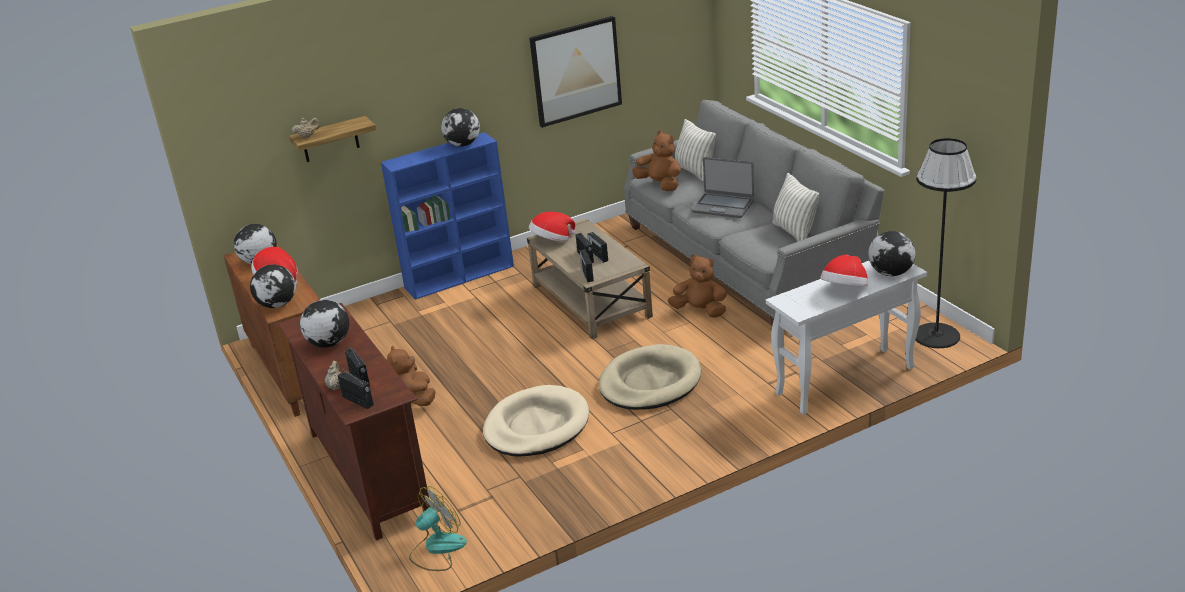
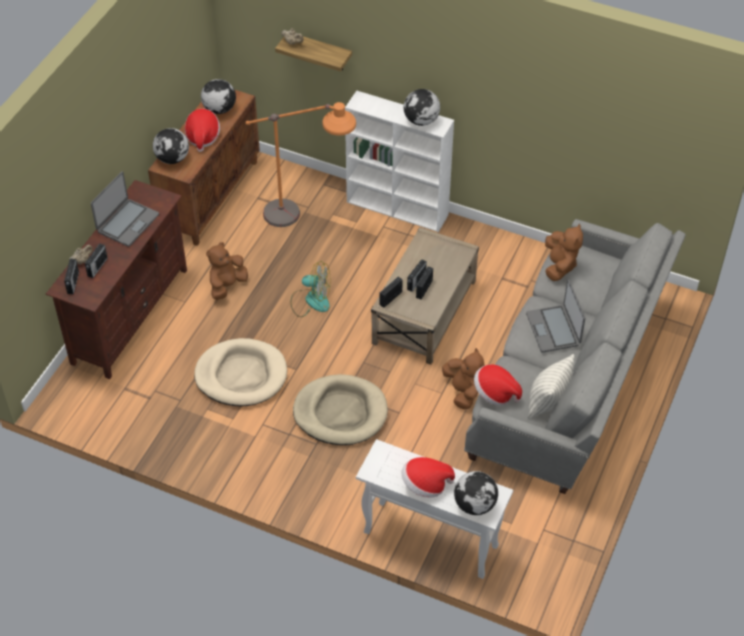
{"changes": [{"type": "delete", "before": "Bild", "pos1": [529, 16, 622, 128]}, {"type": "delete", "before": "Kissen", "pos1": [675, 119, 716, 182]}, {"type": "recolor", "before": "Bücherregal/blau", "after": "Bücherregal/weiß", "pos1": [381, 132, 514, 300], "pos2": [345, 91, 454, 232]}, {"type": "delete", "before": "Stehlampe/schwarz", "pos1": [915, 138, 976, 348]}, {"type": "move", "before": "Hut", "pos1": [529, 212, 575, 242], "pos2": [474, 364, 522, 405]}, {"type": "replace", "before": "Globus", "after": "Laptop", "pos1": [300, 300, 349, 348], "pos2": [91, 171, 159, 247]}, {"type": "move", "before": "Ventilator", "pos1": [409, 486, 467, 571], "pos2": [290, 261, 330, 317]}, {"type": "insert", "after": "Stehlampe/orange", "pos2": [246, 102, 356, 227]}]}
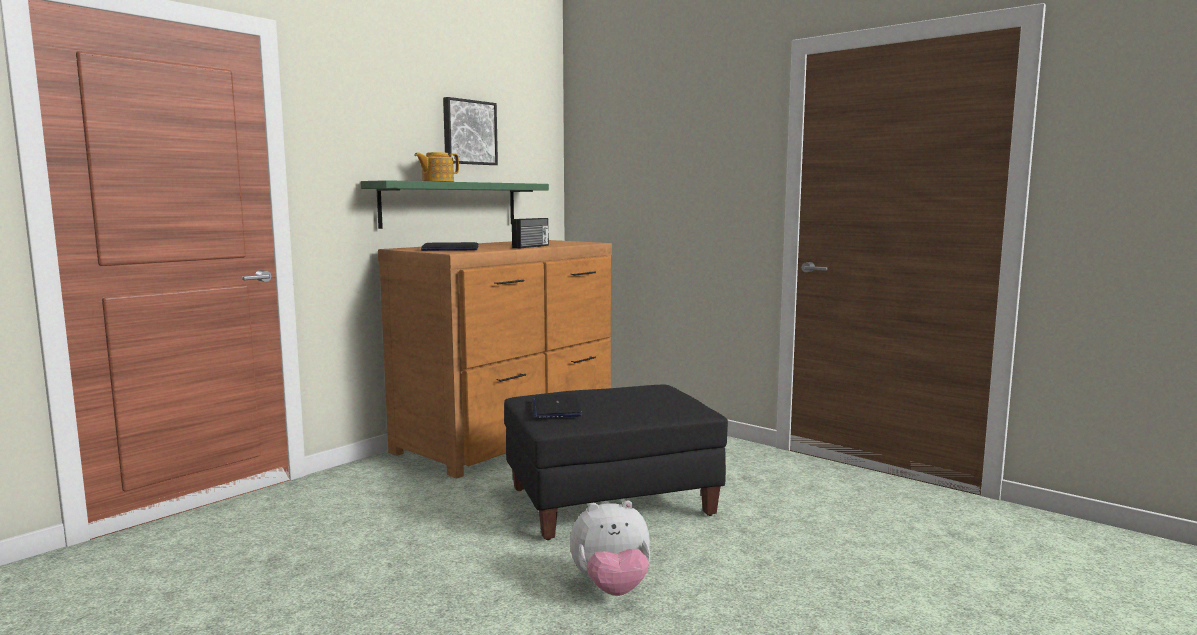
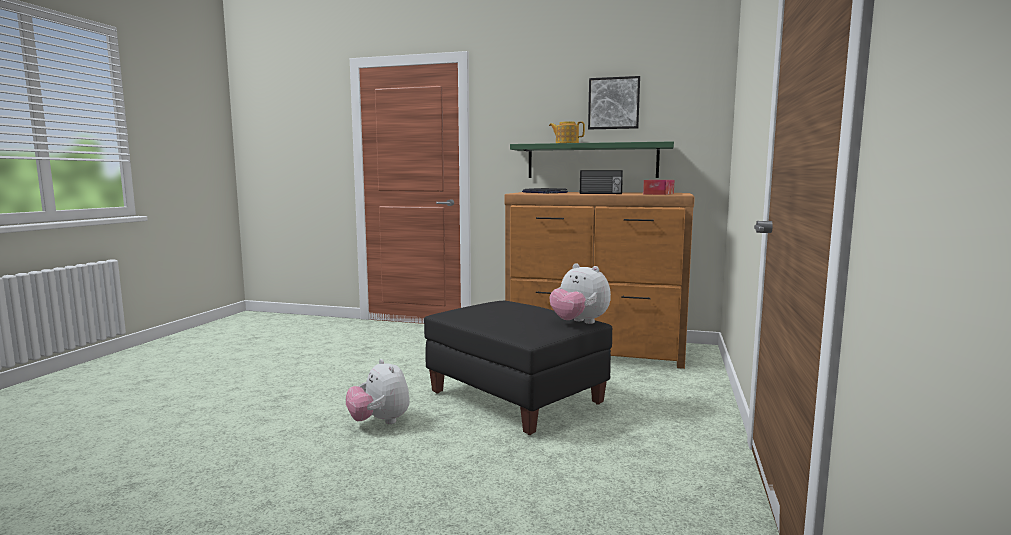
{"changes": [{"type": "delete", "before": "Laptop", "pos1": [532, 394, 583, 418]}, {"type": "insert", "after": "Taschentuchbox", "pos2": [643, 180, 674, 195]}, {"type": "insert", "after": "Plüschtier", "pos2": [550, 263, 611, 324]}]}
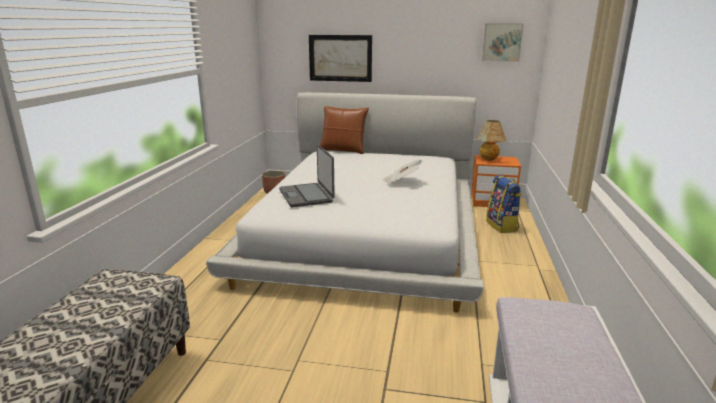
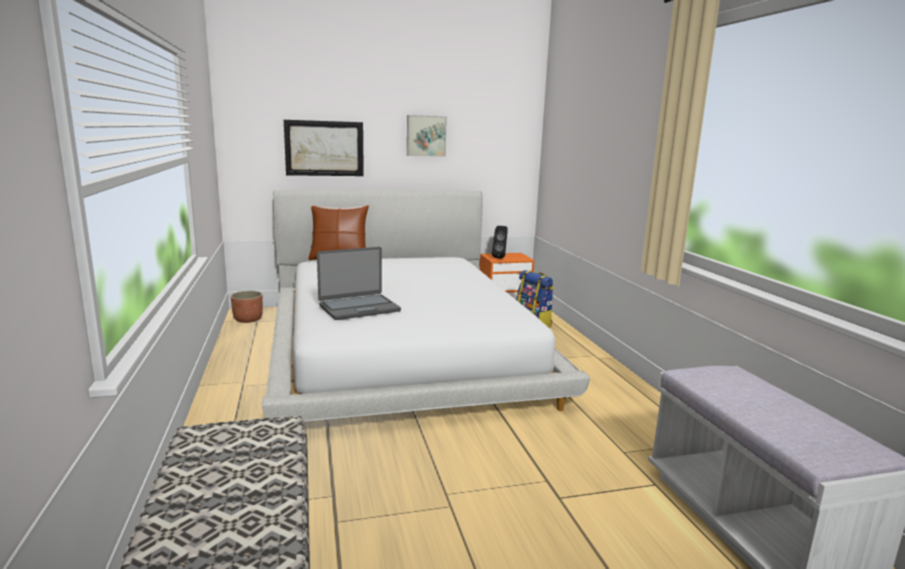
{"changes": [{"type": "move", "before": "Bild", "pos1": [482, 23, 524, 62], "pos2": [407, 115, 447, 157]}, {"type": "replace", "before": "Tischlampe", "after": "Lautsprecher/schwarz", "pos1": [477, 120, 506, 161], "pos2": [492, 226, 508, 258]}, {"type": "rotate", "before": "Laptop", "pos1": [279, 144, 335, 207], "pos2": [317, 247, 401, 320], "turn": -75}, {"type": "delete", "before": "Zeitung", "pos1": [382, 160, 423, 184]}]}
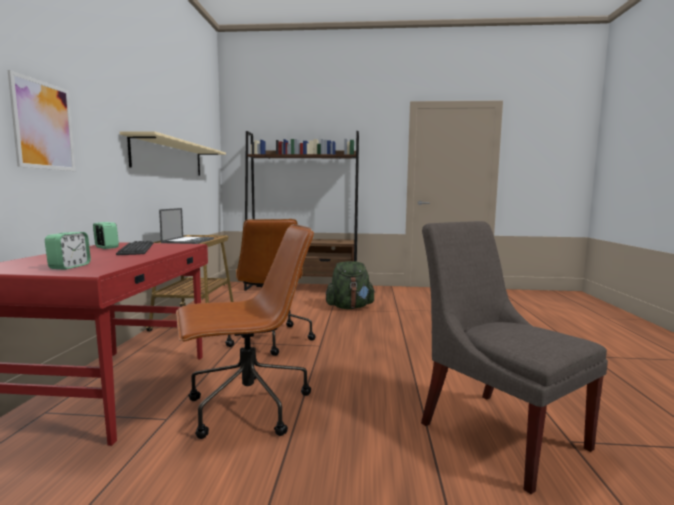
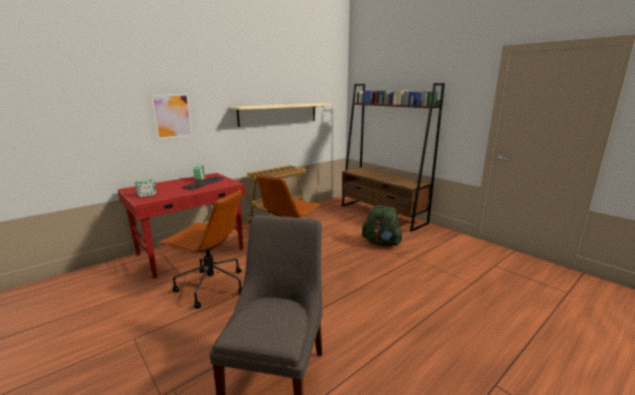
{"changes": [{"type": "delete", "before": "Laptop", "pos1": [159, 208, 214, 244]}]}
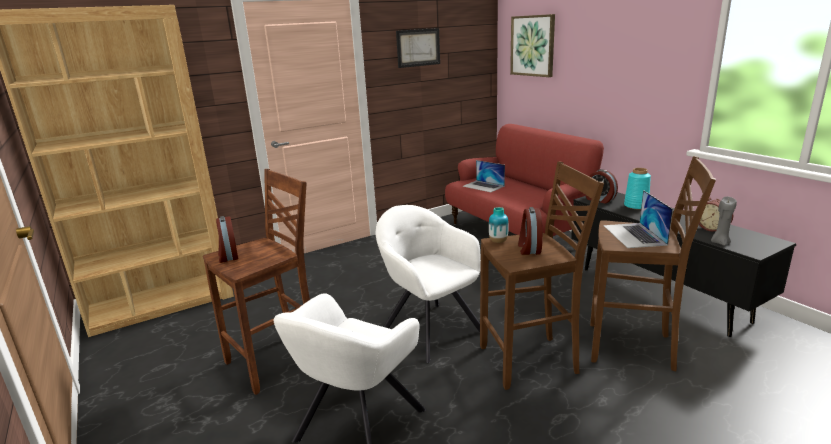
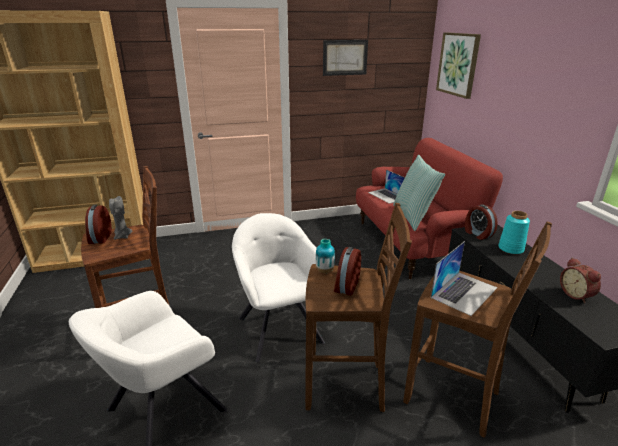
{"changes": [{"type": "rotate", "before": "Laptop", "pos1": [603, 190, 673, 248], "pos2": [431, 241, 497, 316], "turn": -150}, {"type": "move", "before": "Kerze/grau", "pos1": [711, 196, 737, 246], "pos2": [109, 196, 132, 240]}, {"type": "insert", "after": "Kissen", "pos2": [393, 155, 445, 231]}]}
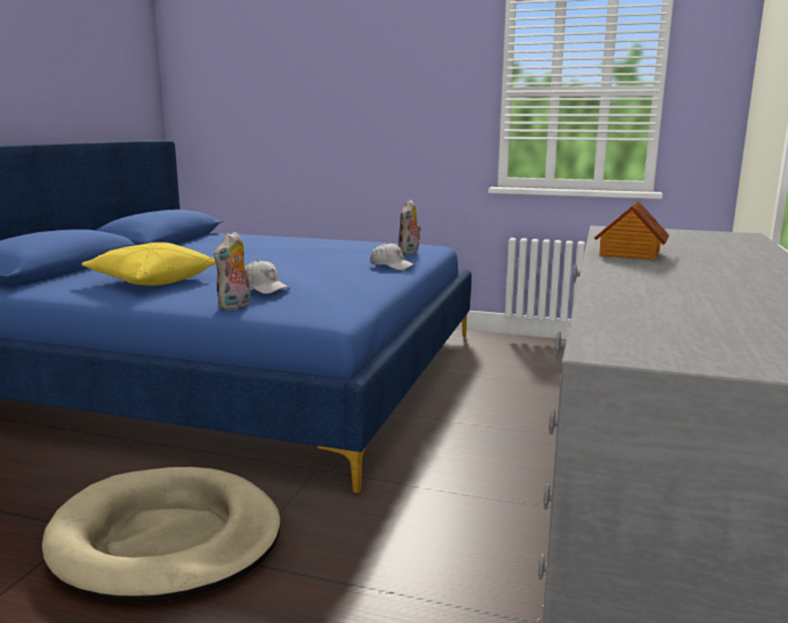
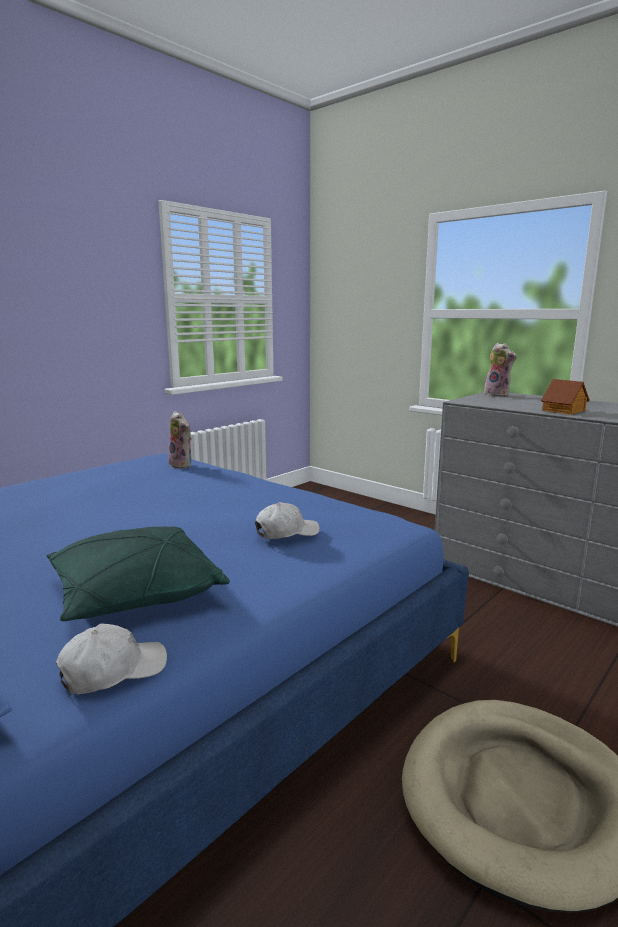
{"changes": [{"type": "move", "before": "Plüschtier", "pos1": [214, 232, 251, 310], "pos2": [484, 343, 517, 397]}, {"type": "recolor", "before": "Kissen/gelb", "after": "Kissen/grün", "pos1": [82, 242, 216, 286], "pos2": [46, 527, 230, 621]}, {"type": "move", "before": "Kappe/weiß", "pos1": [370, 243, 415, 270], "pos2": [56, 623, 167, 694]}]}
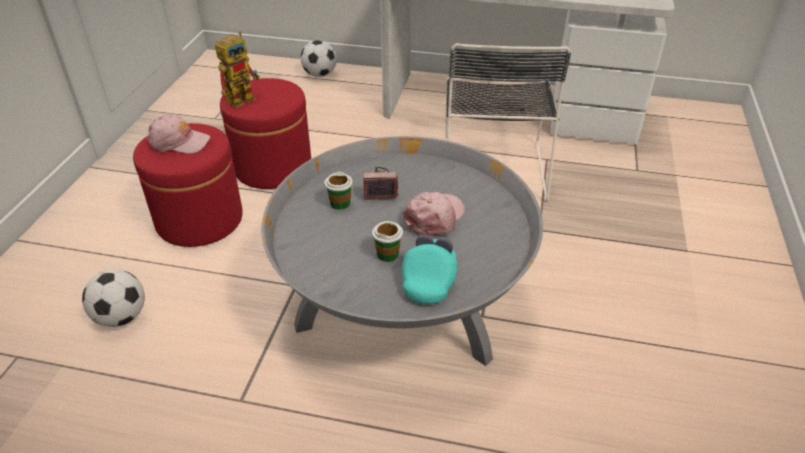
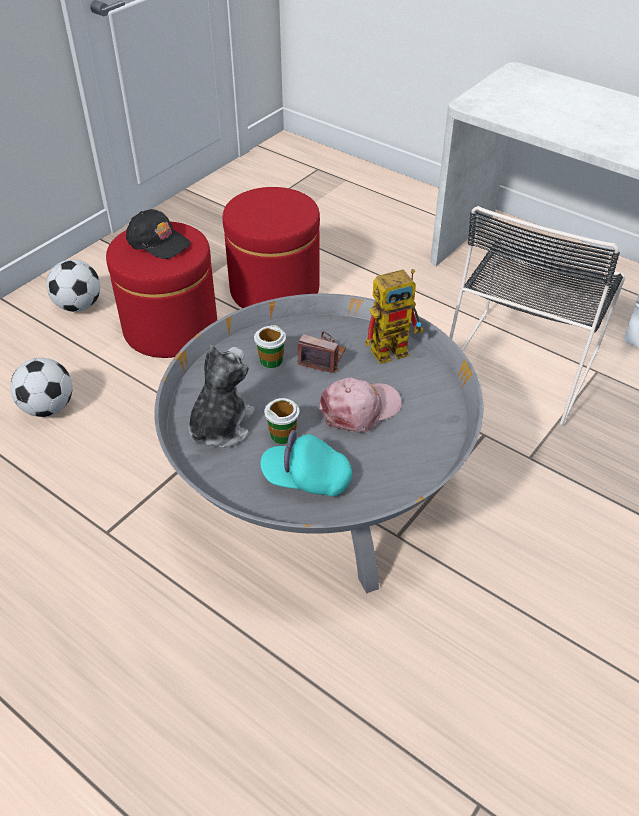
{"changes": [{"type": "move", "before": "Spielzeugroboter", "pos1": [215, 31, 260, 108], "pos2": [365, 269, 424, 364]}, {"type": "move", "before": "Fußball", "pos1": [300, 40, 337, 77], "pos2": [46, 259, 100, 312]}, {"type": "recolor", "before": "Kappe/rosa", "after": "Kappe/schwarz", "pos1": [146, 115, 210, 154], "pos2": [126, 209, 191, 259]}, {"type": "rotate", "before": "Kappe/türkis", "pos1": [402, 235, 457, 304], "pos2": [261, 430, 352, 497], "turn": -120}, {"type": "insert", "after": "Plüschtier", "pos2": [188, 345, 255, 448]}]}
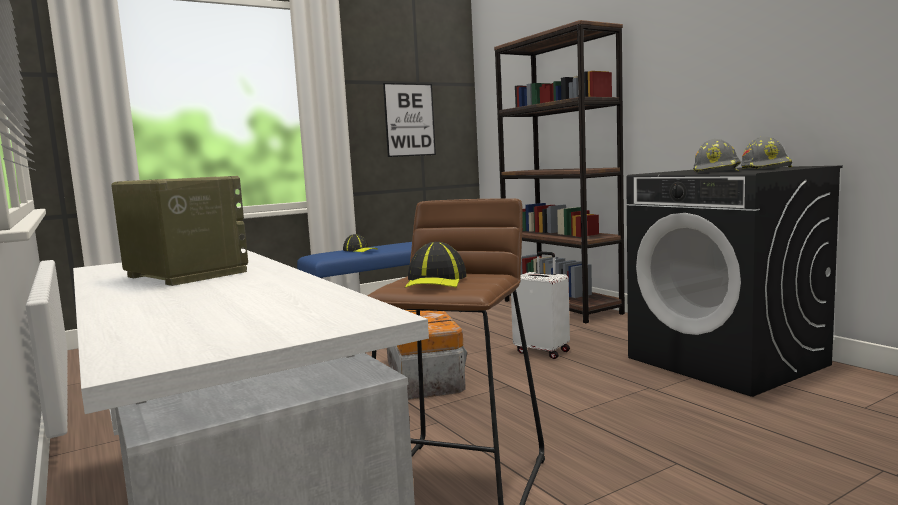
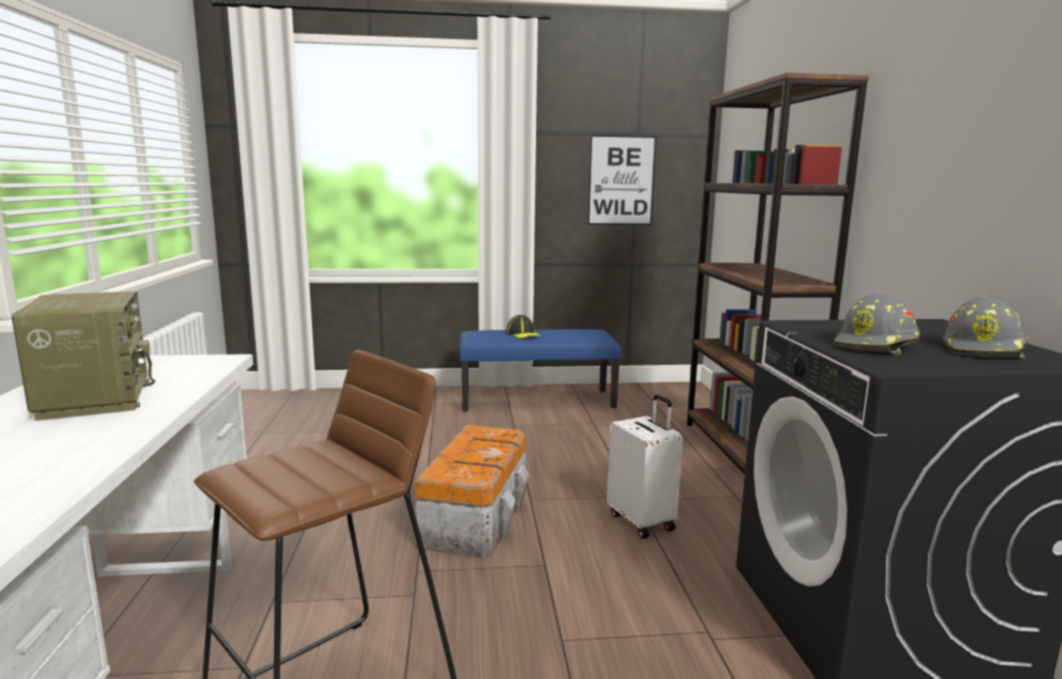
{"changes": [{"type": "delete", "before": "Kappe", "pos1": [405, 242, 467, 288]}]}
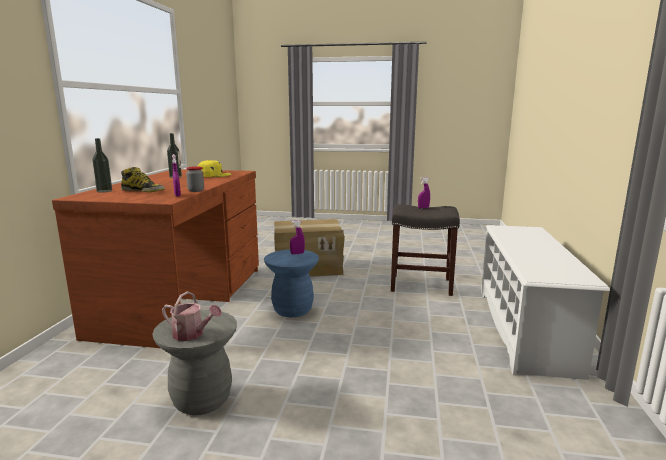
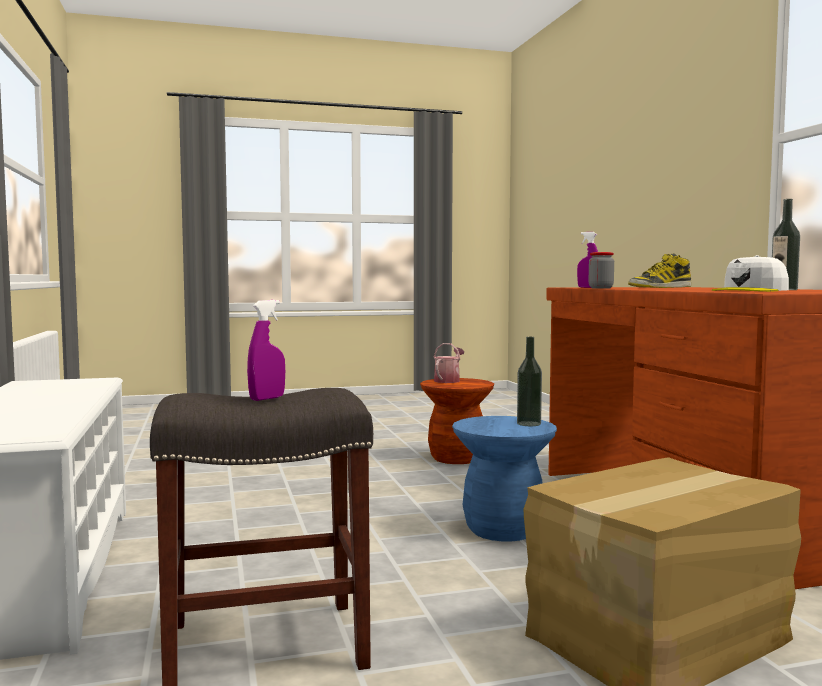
{"changes": [{"type": "move", "before": "Flasche", "pos1": [92, 138, 112, 193], "pos2": [517, 337, 542, 426]}, {"type": "recolor", "before": "Kappe/gelb", "after": "Kappe/weiß", "pos1": [197, 160, 232, 177], "pos2": [712, 255, 789, 292]}, {"type": "delete", "before": "Sprühflasche/lila", "pos1": [290, 220, 305, 255]}, {"type": "rotate", "before": "Gießkanne", "pos1": [162, 291, 222, 341], "pos2": [434, 343, 464, 383], "turn": 120}, {"type": "recolor", "before": "Hocker/grau", "after": "Hocker/braun", "pos1": [152, 310, 237, 415], "pos2": [420, 378, 494, 464]}]}
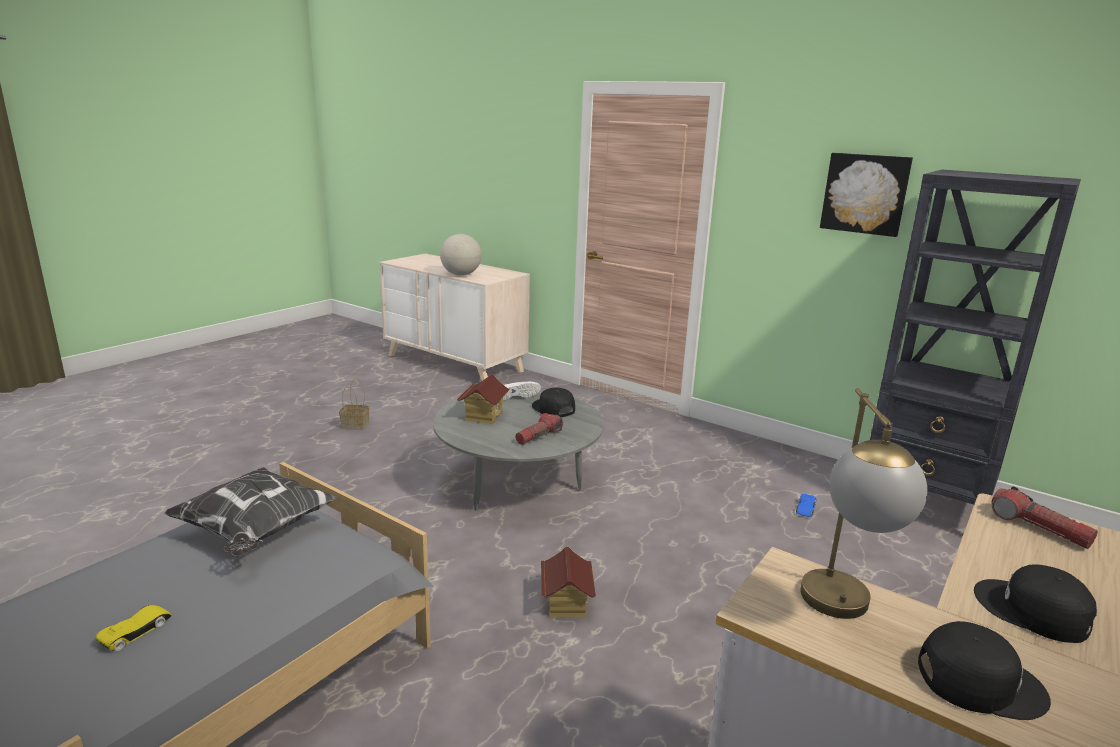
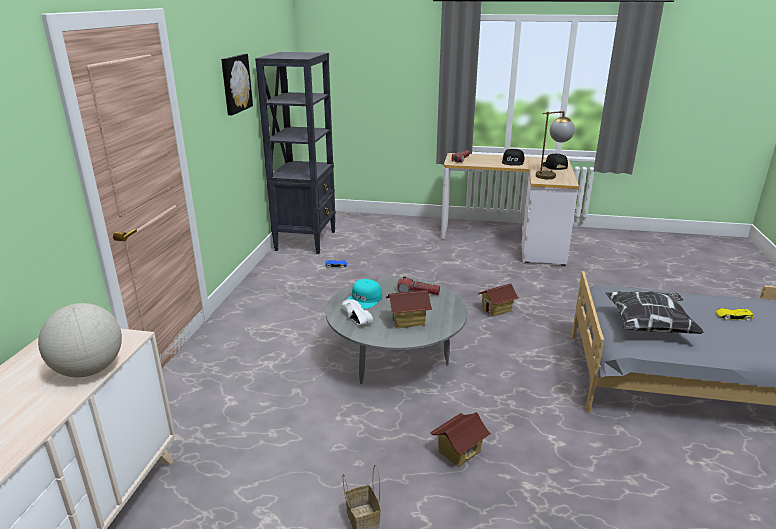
{"changes": [{"type": "recolor", "before": "Kappe/schwarz", "after": "Kappe/türkis", "pos1": [532, 388, 575, 417], "pos2": [347, 279, 382, 309]}, {"type": "insert", "after": "Spielzeughaus", "pos2": [430, 412, 492, 467]}]}
